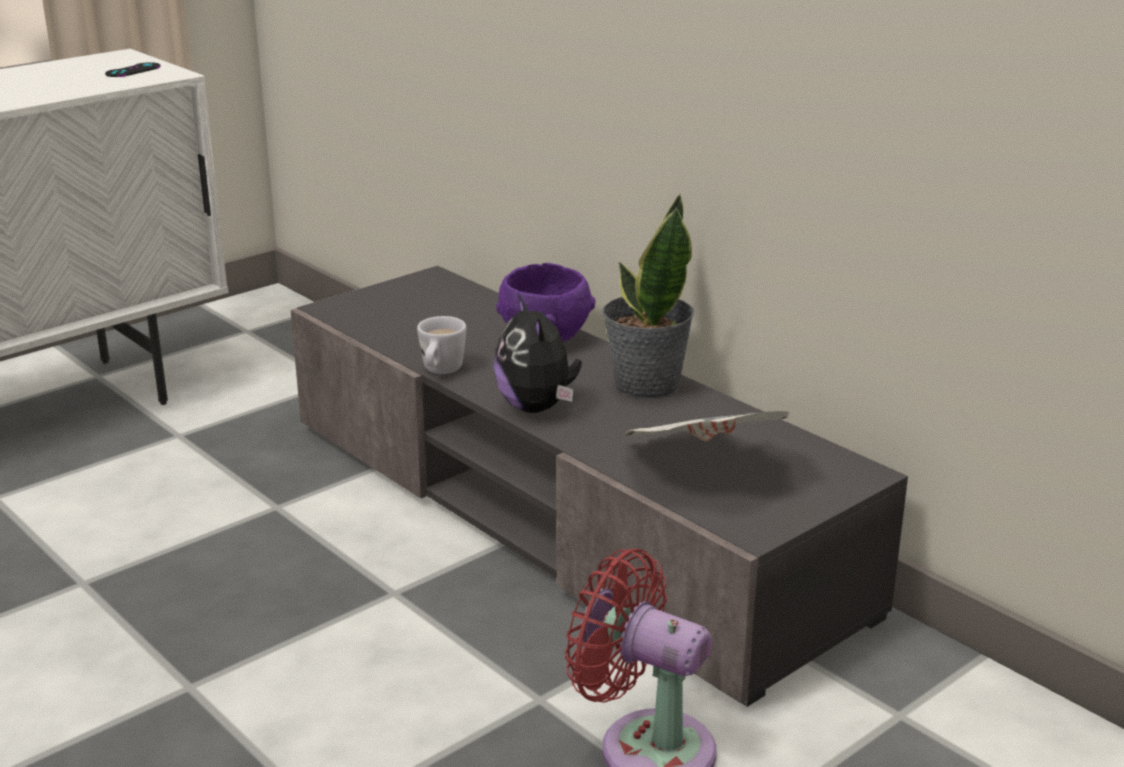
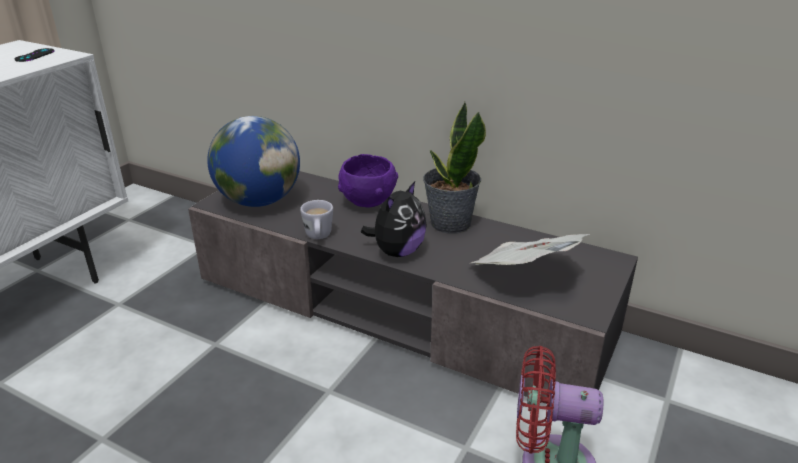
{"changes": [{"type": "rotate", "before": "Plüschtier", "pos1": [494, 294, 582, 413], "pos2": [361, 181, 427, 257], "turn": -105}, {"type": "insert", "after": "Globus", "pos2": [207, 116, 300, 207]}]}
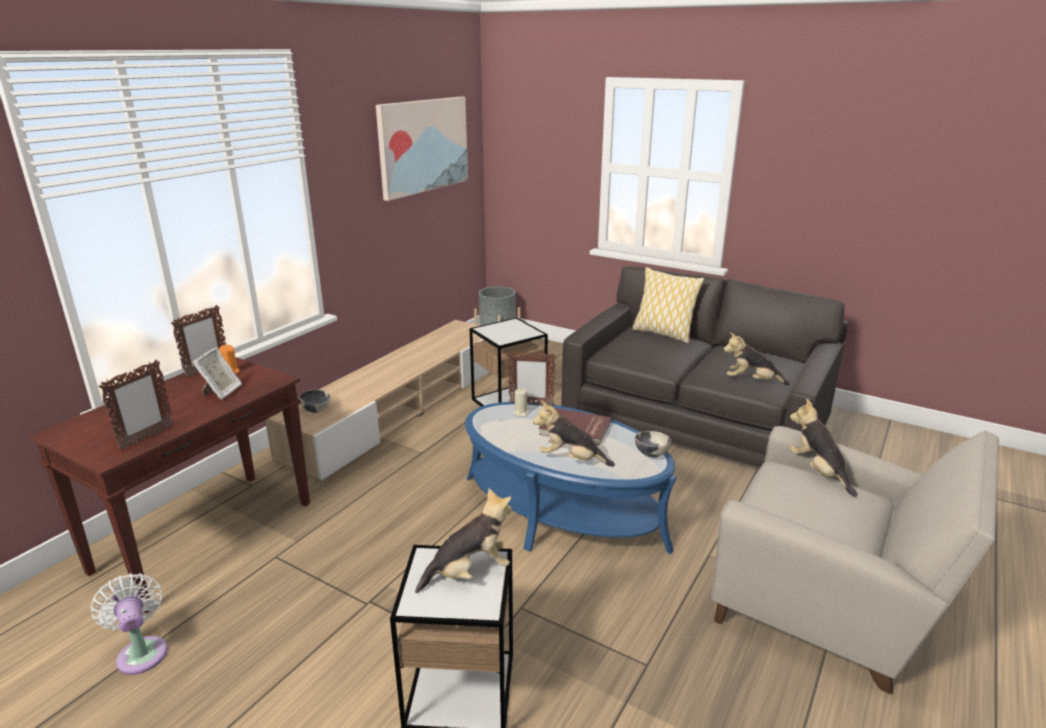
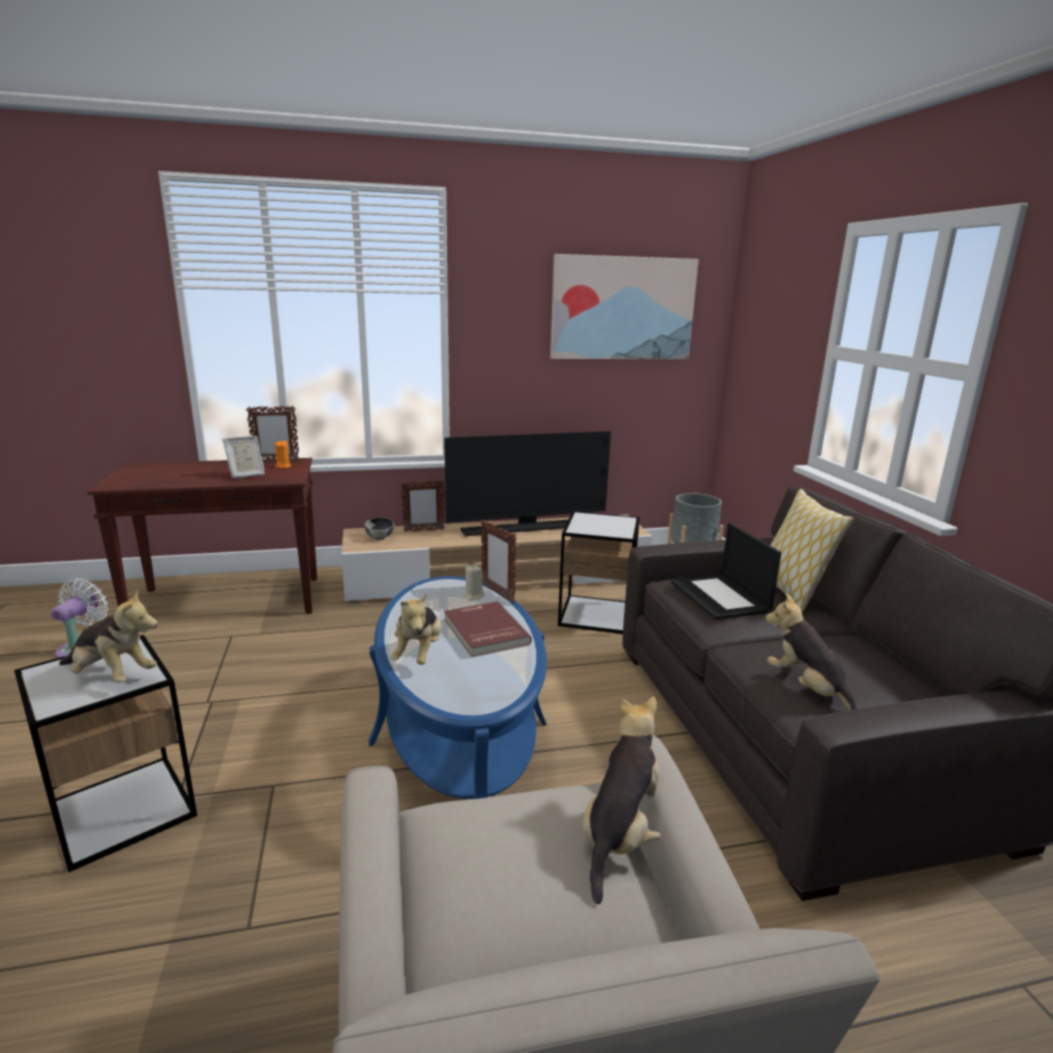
{"changes": [{"type": "move", "before": "Bilderrahmen", "pos1": [99, 360, 174, 451], "pos2": [401, 480, 445, 532]}, {"type": "rotate", "before": "Plüschtier", "pos1": [533, 400, 615, 466], "pos2": [391, 594, 442, 665], "turn": -150}, {"type": "delete", "before": "Schüssel", "pos1": [635, 431, 671, 458]}, {"type": "insert", "after": "Fernseher", "pos2": [444, 431, 611, 536]}, {"type": "insert", "after": "Laptop", "pos2": [671, 523, 781, 620]}]}
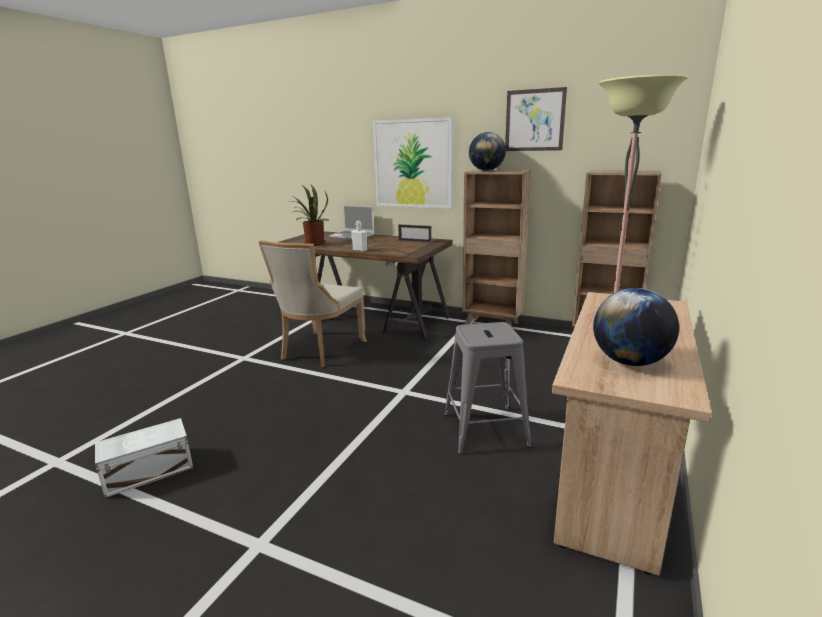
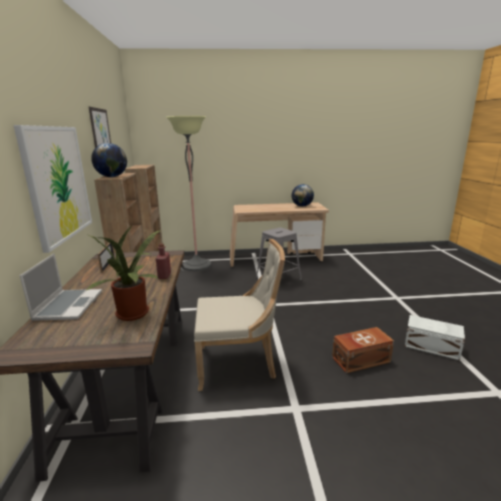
{"changes": [{"type": "recolor", "before": "Flasche/weiß", "after": "Flasche/rot", "pos1": [351, 221, 367, 252], "pos2": [156, 243, 171, 279]}, {"type": "insert", "after": "Aufbewahrungsbox/braun", "pos2": [332, 327, 394, 373]}]}
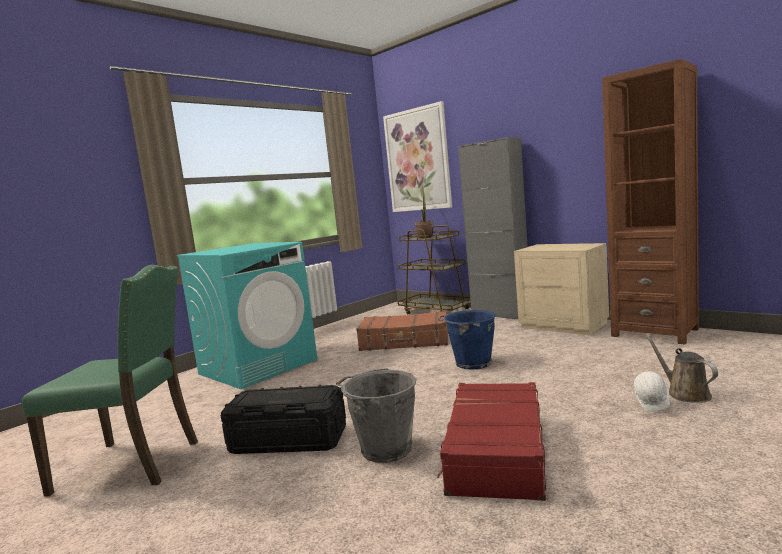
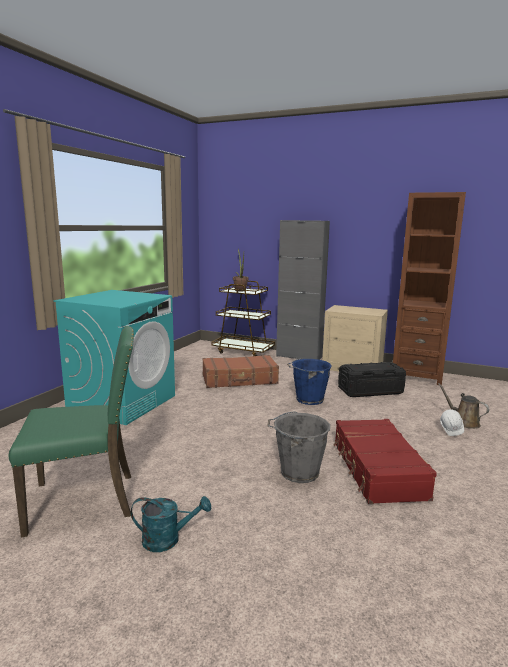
{"changes": [{"type": "delete", "before": "Bild", "pos1": [383, 101, 452, 212]}, {"type": "move", "before": "Aufbewahrungsbox/schwarz", "pos1": [221, 385, 346, 454], "pos2": [338, 362, 406, 397]}, {"type": "insert", "after": "Gießkanne/türkis", "pos2": [131, 496, 211, 552]}]}
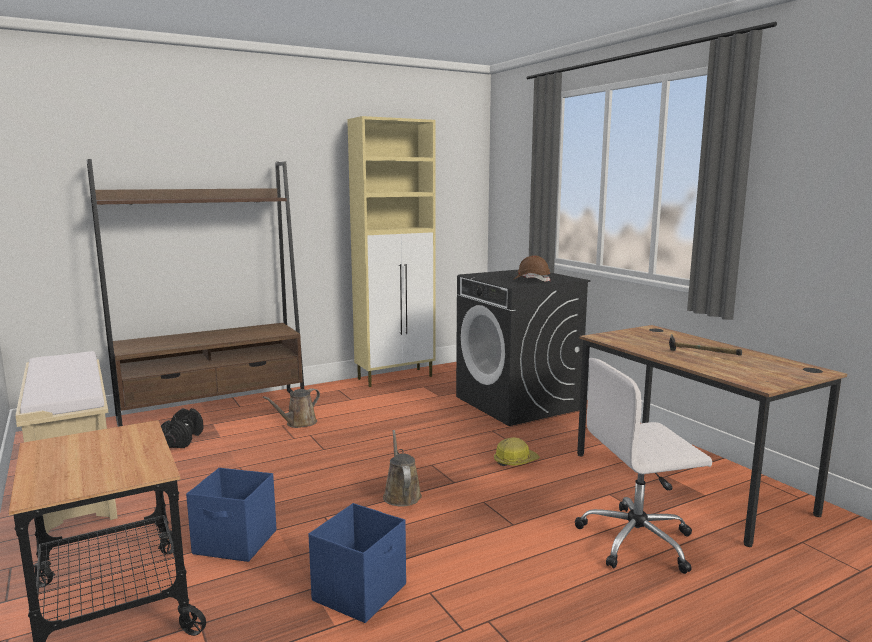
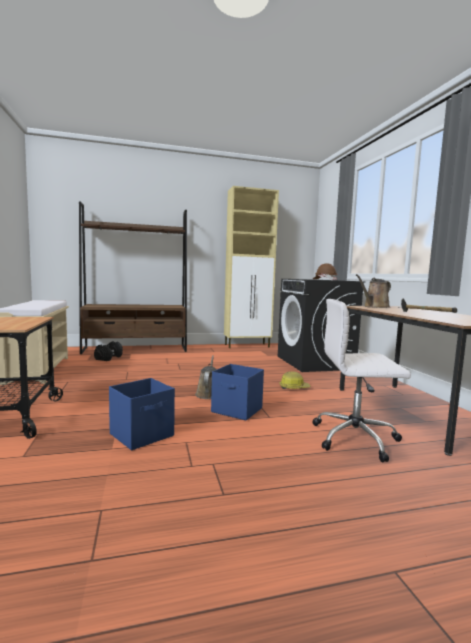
{"changes": [{"type": "move", "before": "Gießkanne/braun", "pos1": [263, 388, 320, 428], "pos2": [356, 274, 391, 308]}, {"type": "move", "before": "Aufbewahrungsbox/blau", "pos1": [186, 468, 276, 562], "pos2": [211, 364, 264, 420]}]}
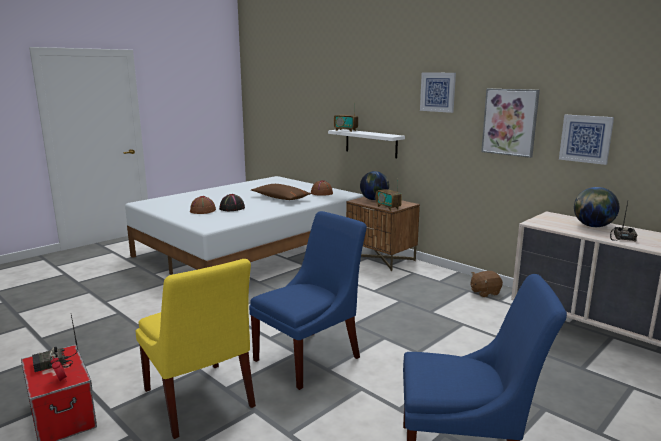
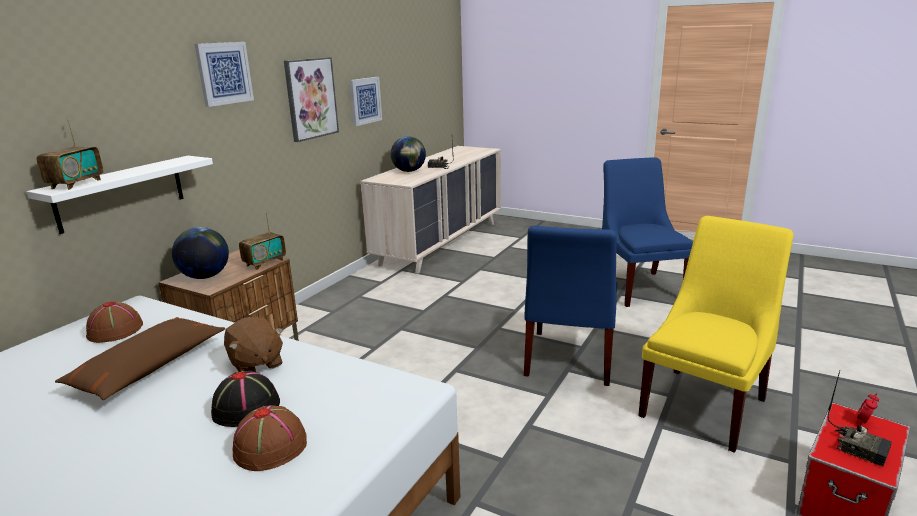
{"changes": [{"type": "rotate", "before": "Stuhl/blau", "pos1": [249, 211, 367, 390], "pos2": [524, 226, 617, 386], "turn": -105}, {"type": "move", "before": "Plüschtier/braun", "pos1": [470, 271, 503, 297], "pos2": [224, 317, 283, 372]}]}
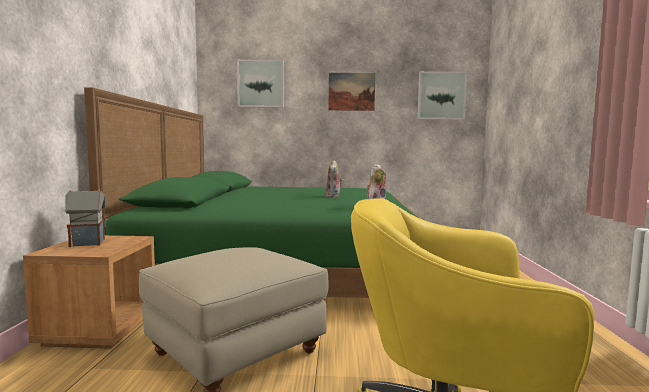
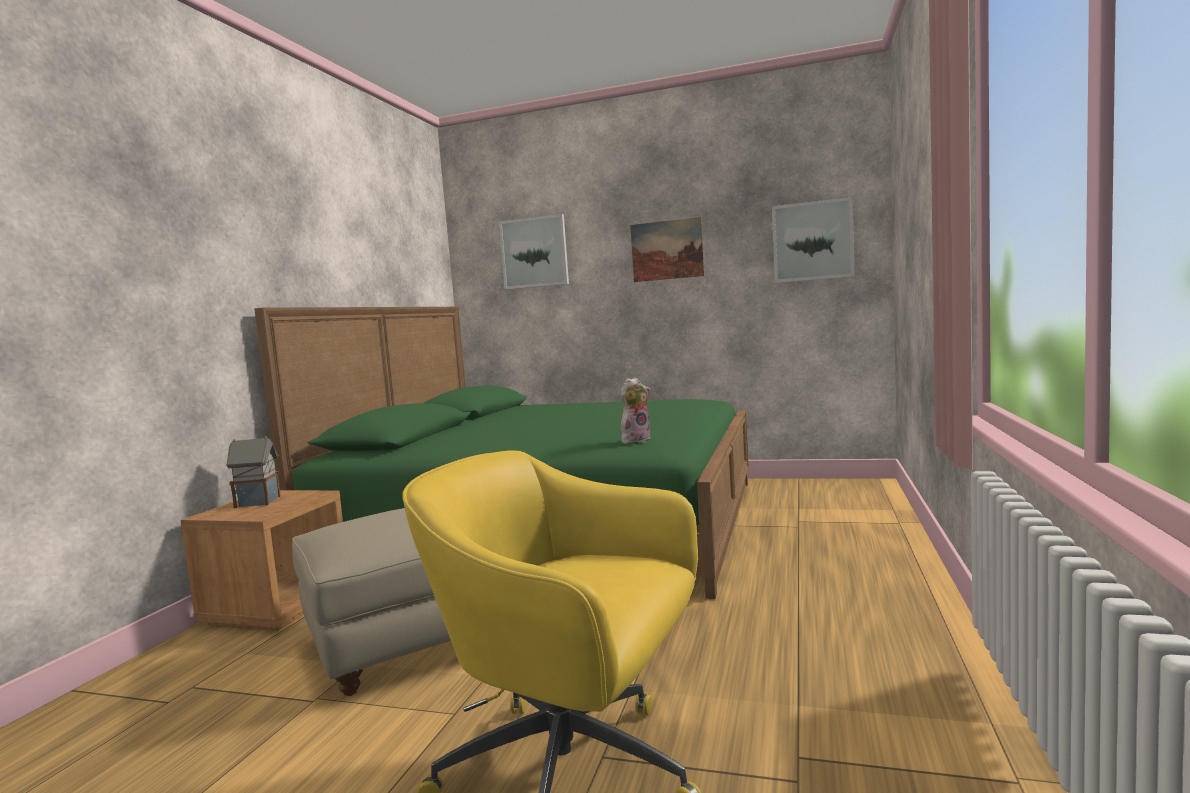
{"changes": [{"type": "delete", "before": "Plüschtier", "pos1": [326, 160, 342, 198]}]}
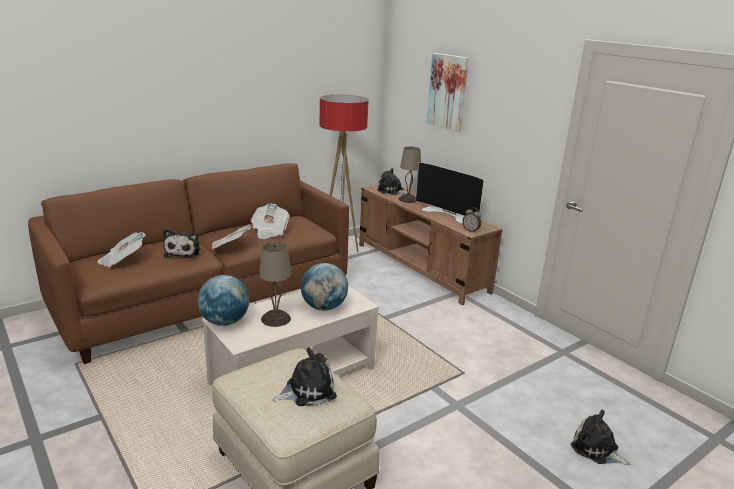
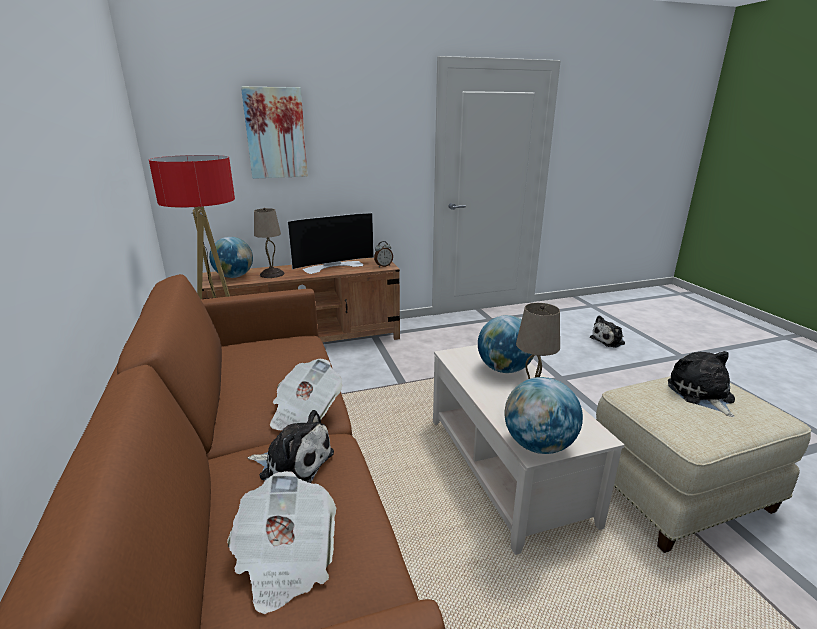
{"changes": [{"type": "replace", "before": "Plüschtier", "after": "Globus", "pos1": [377, 168, 411, 195], "pos2": [209, 237, 253, 278]}, {"type": "delete", "before": "Zeitung", "pos1": [251, 203, 290, 239]}]}
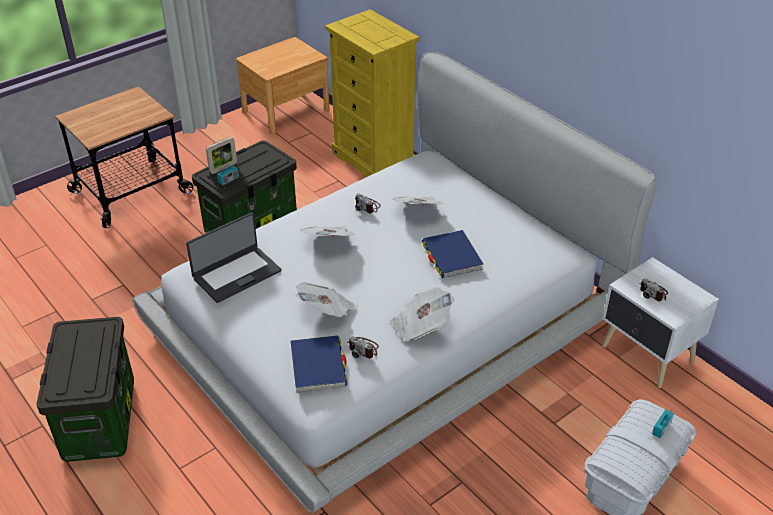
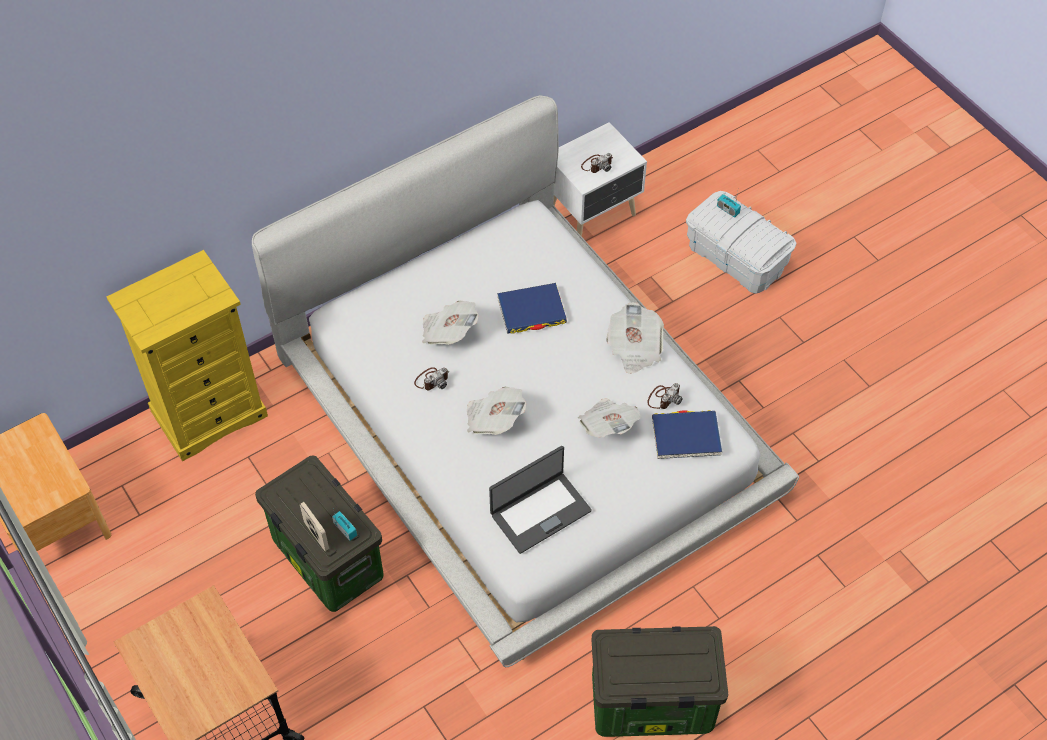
{"changes": [{"type": "rotate", "before": "Laptop", "pos1": [186, 212, 282, 303], "pos2": [489, 446, 592, 554], "turn": 90}]}
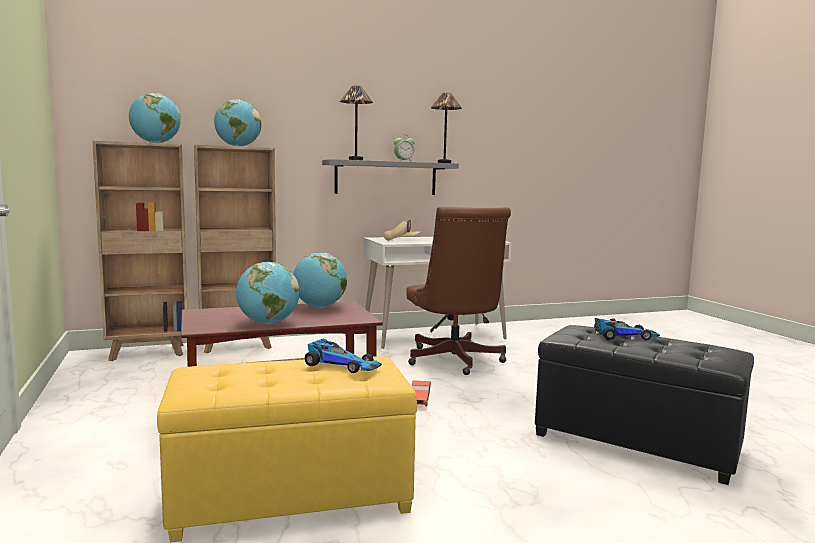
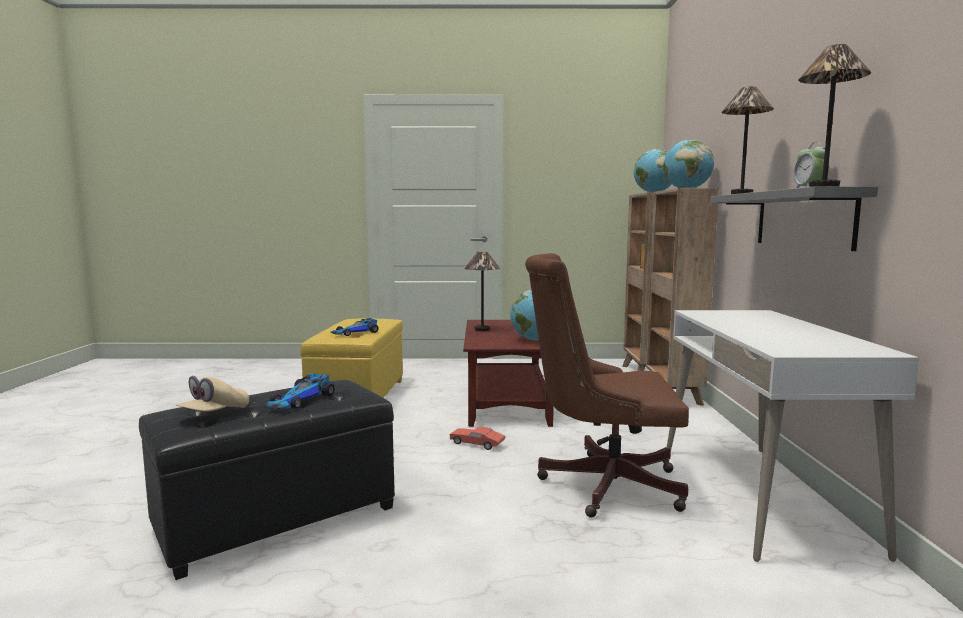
{"changes": [{"type": "move", "before": "Kappe/beige", "pos1": [384, 220, 420, 241], "pos2": [175, 376, 249, 411]}, {"type": "replace", "before": "Globus", "after": "Tischlampe", "pos1": [236, 262, 300, 324], "pos2": [464, 252, 500, 331]}]}
